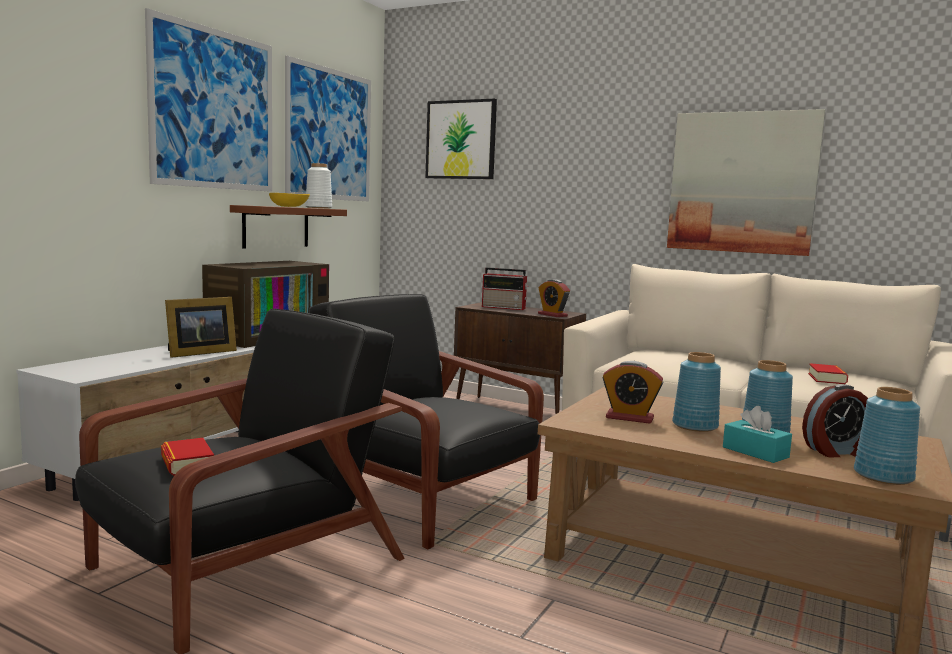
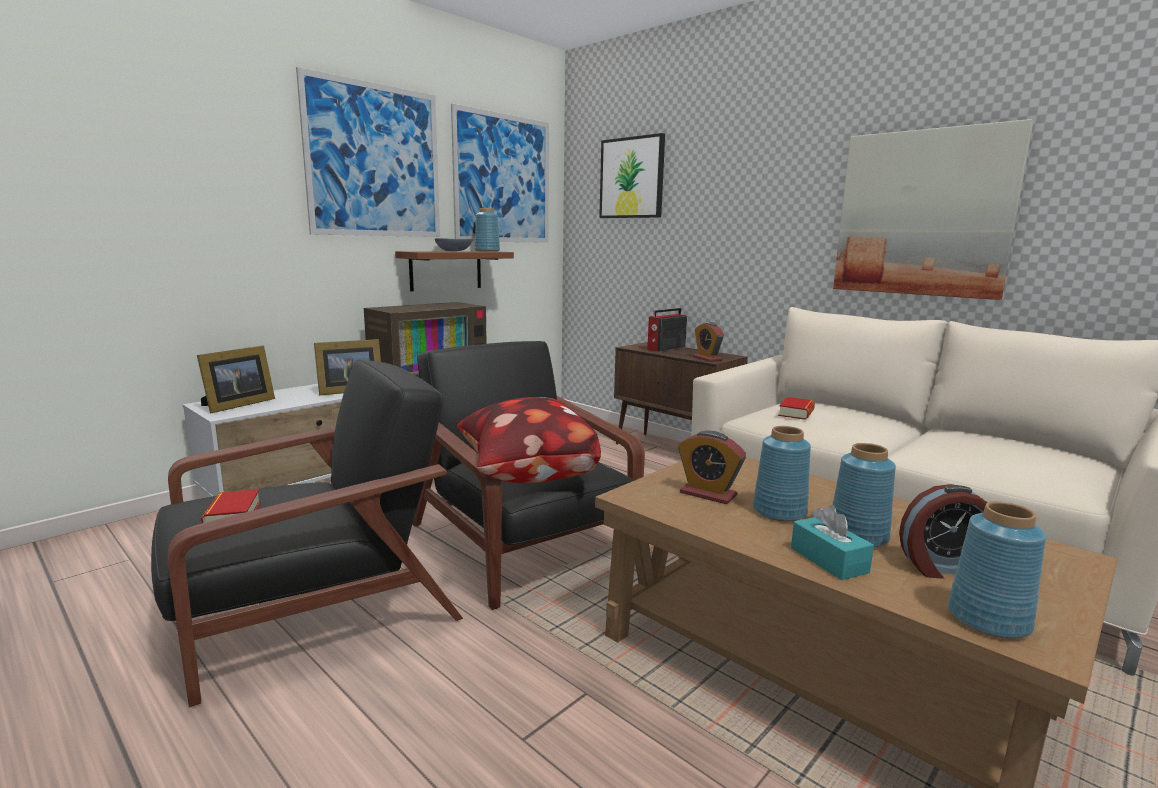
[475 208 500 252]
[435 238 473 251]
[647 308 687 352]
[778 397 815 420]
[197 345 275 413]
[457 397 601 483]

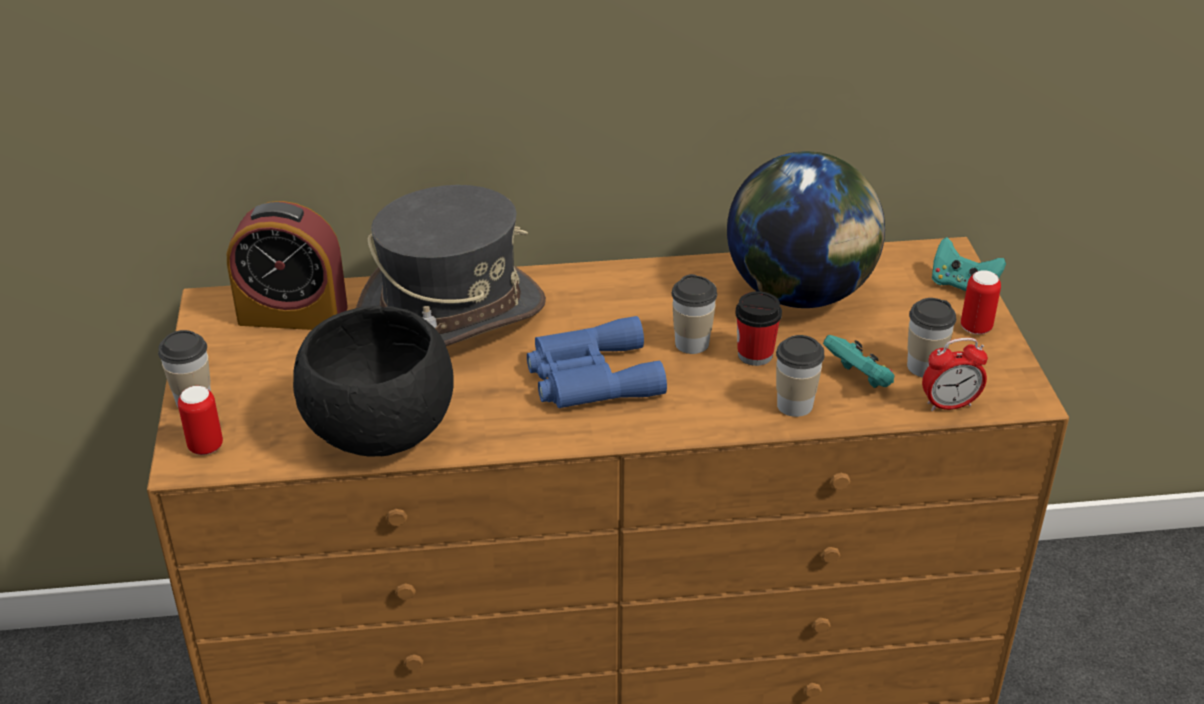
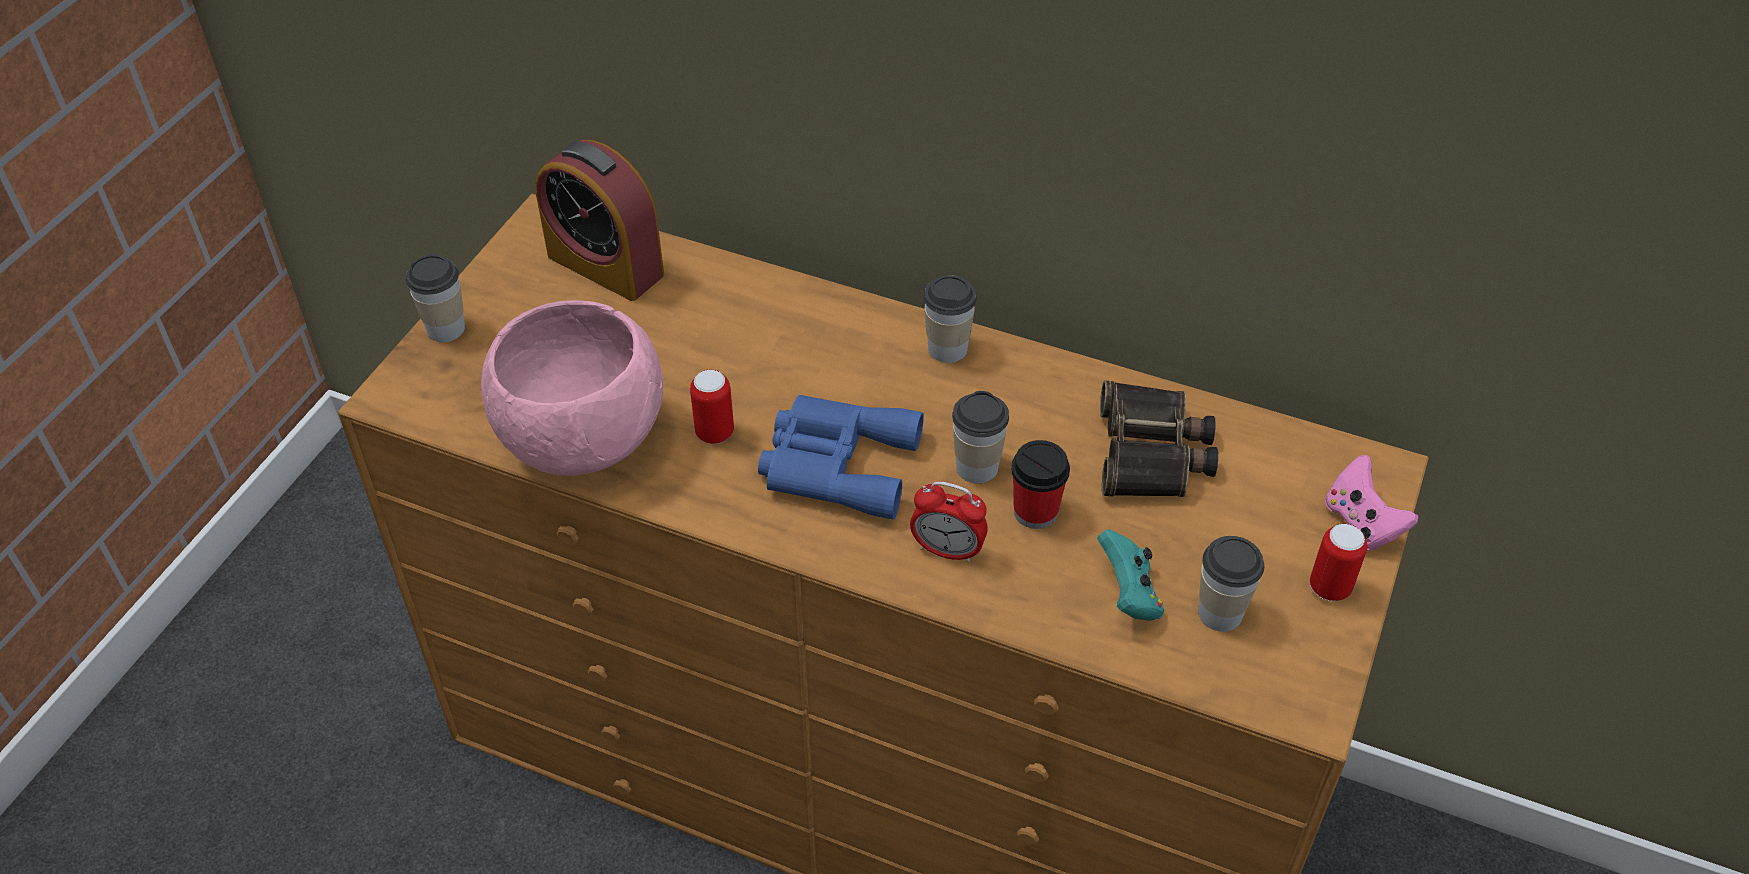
[1100 380 1218 497]
[356 185 546 346] (first image)
[1325 455 1419 551]
[481 300 663 476]
[924 275 977 363]
[910 481 988 563]
[690 370 734 444]

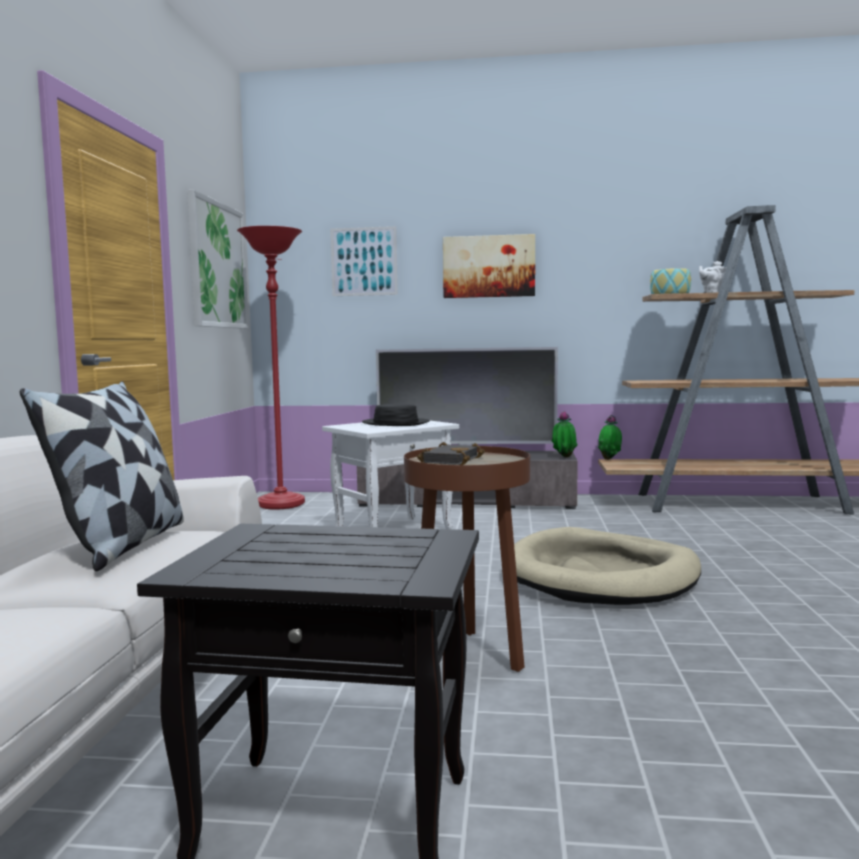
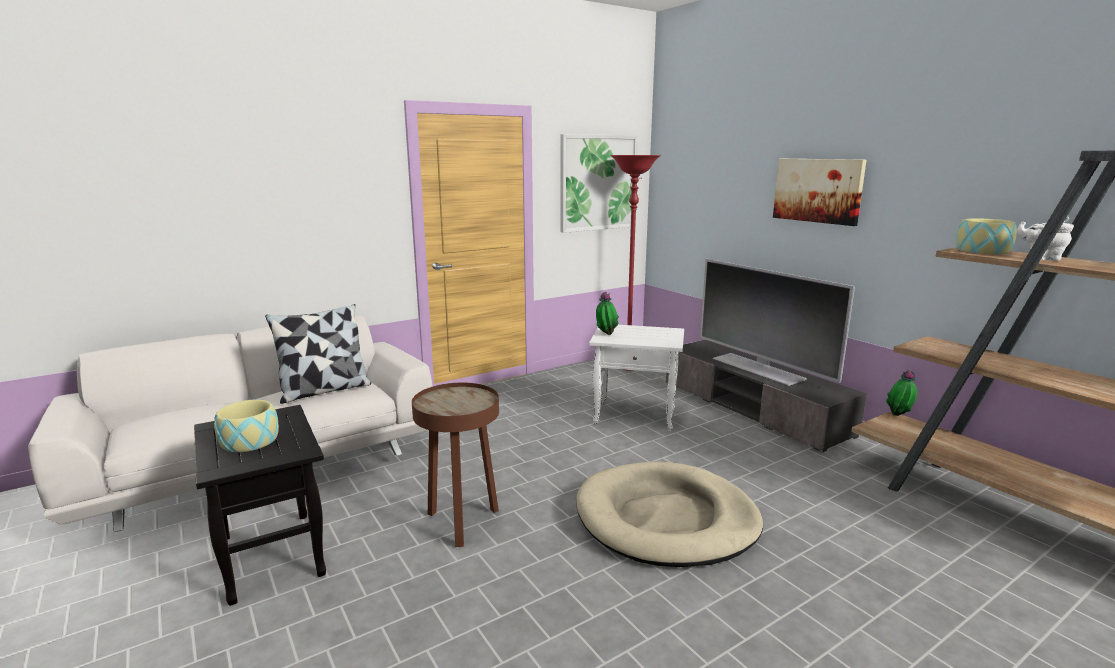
[330 226 398 296] (first image)
[362 404 430 426] (first image)
[596 292 619 335]
[417 442 485 465] (first image)
[214 400 279 452]

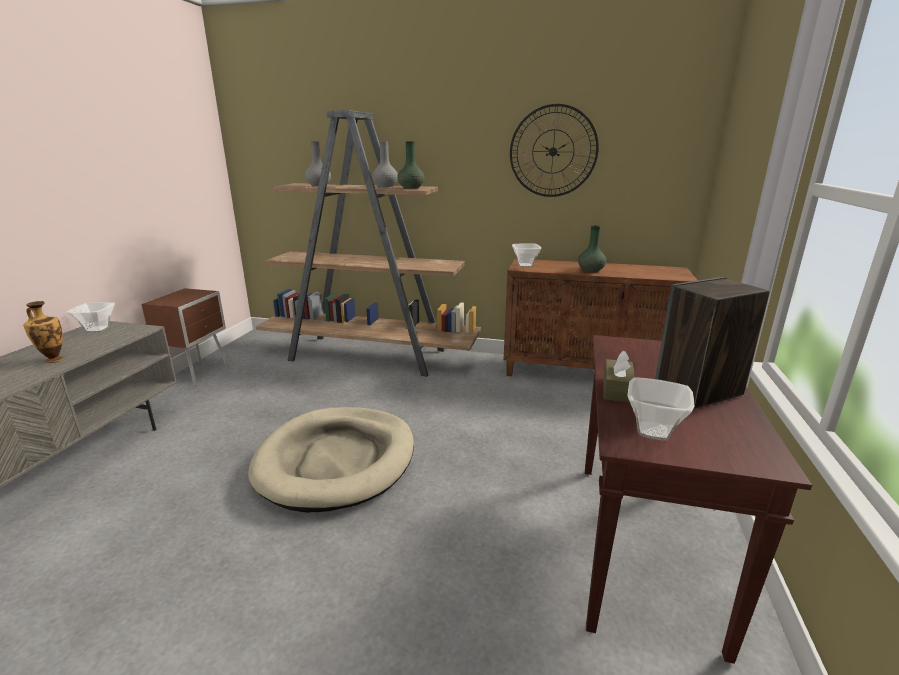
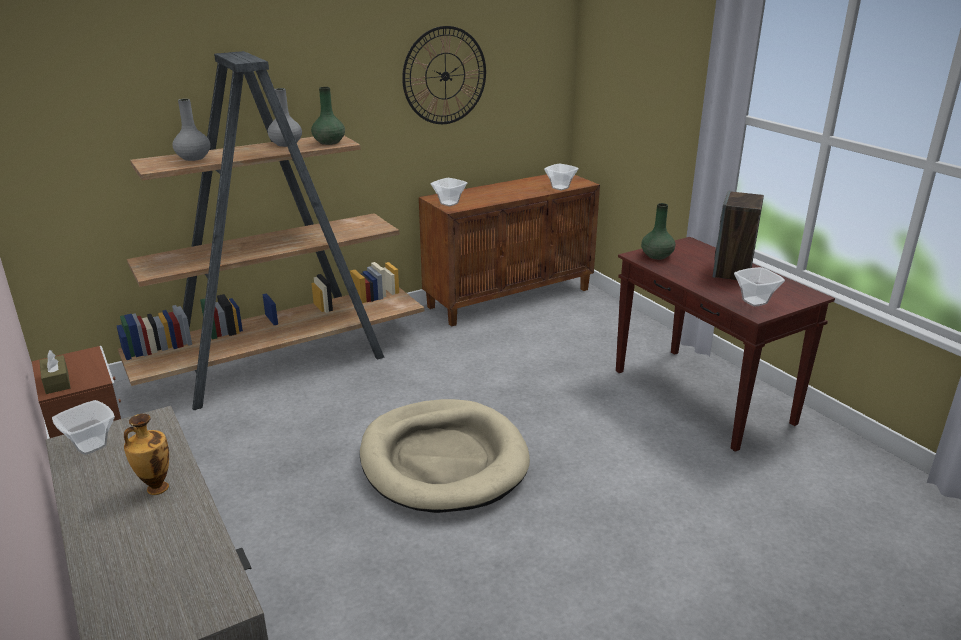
[641 203 675 260]
[39 350 71 394]
[544 164 579 190]

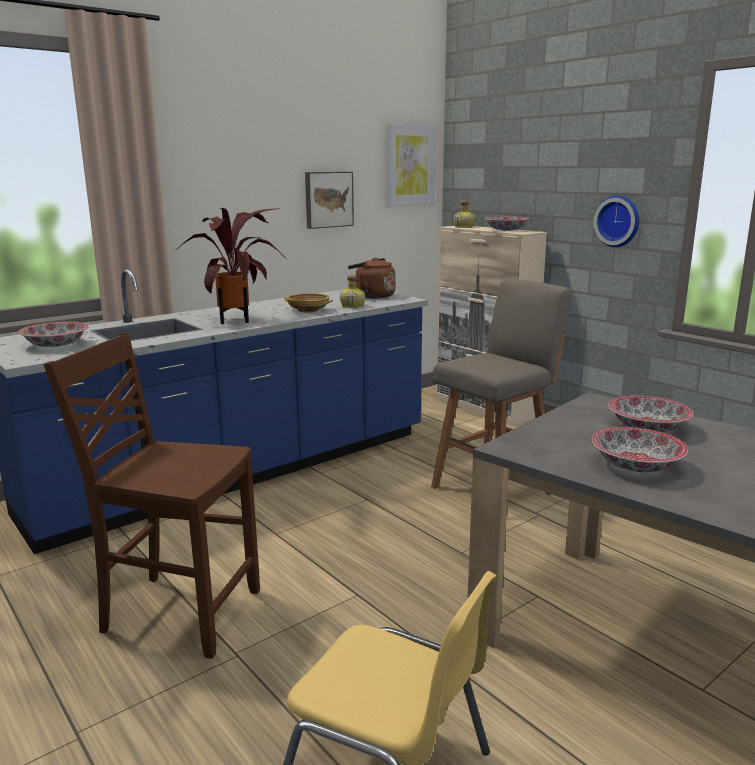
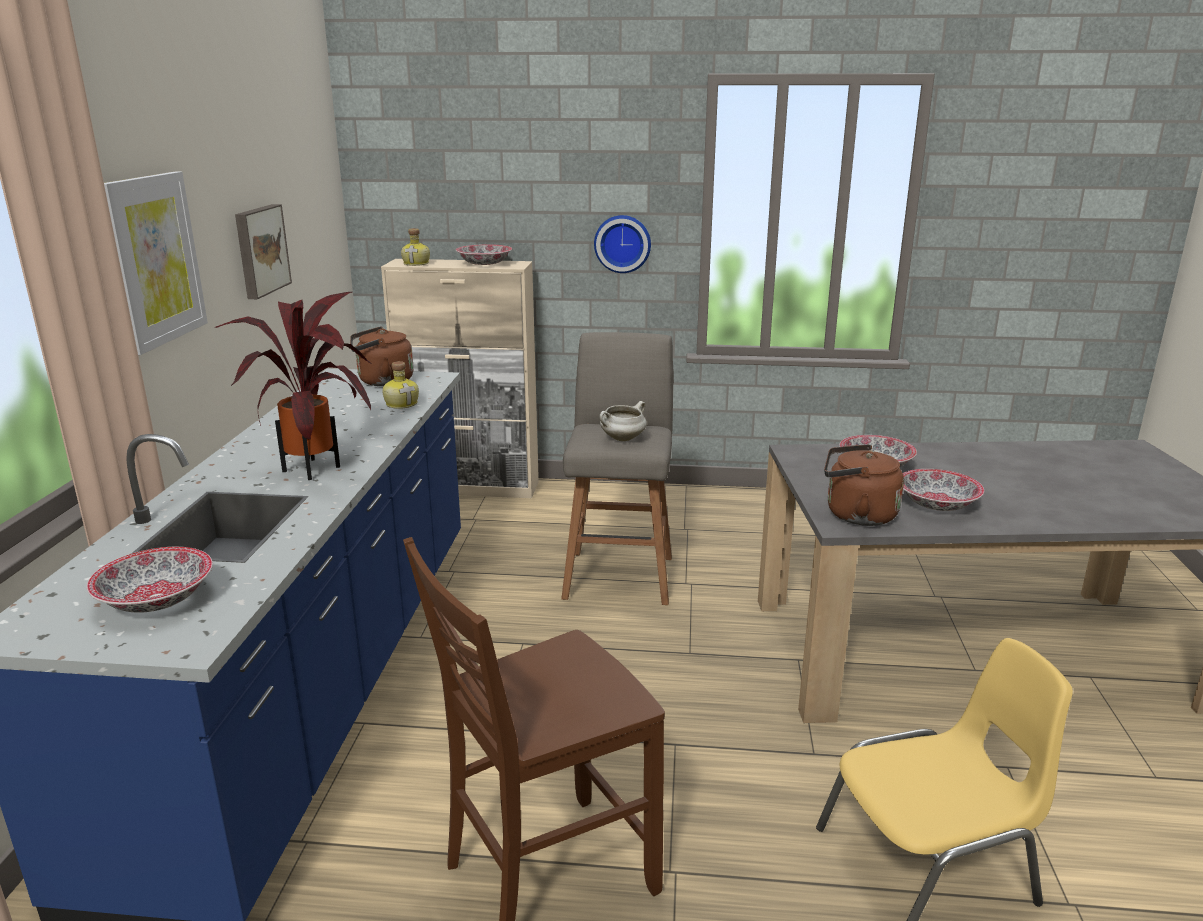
[104 171 208 355]
[284 293 333 313] (first image)
[600 401 647 441]
[824 444 904 526]

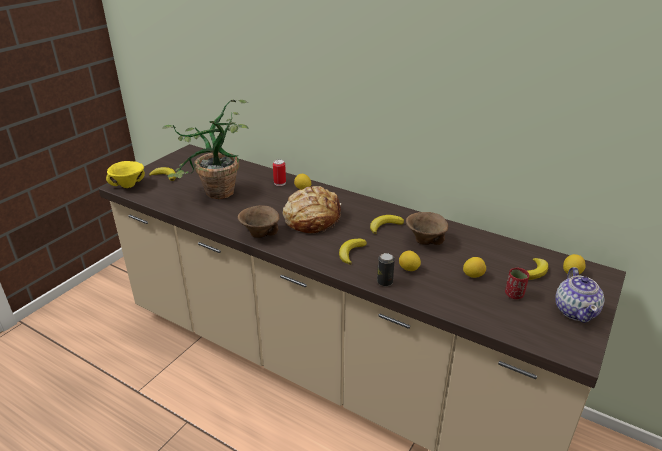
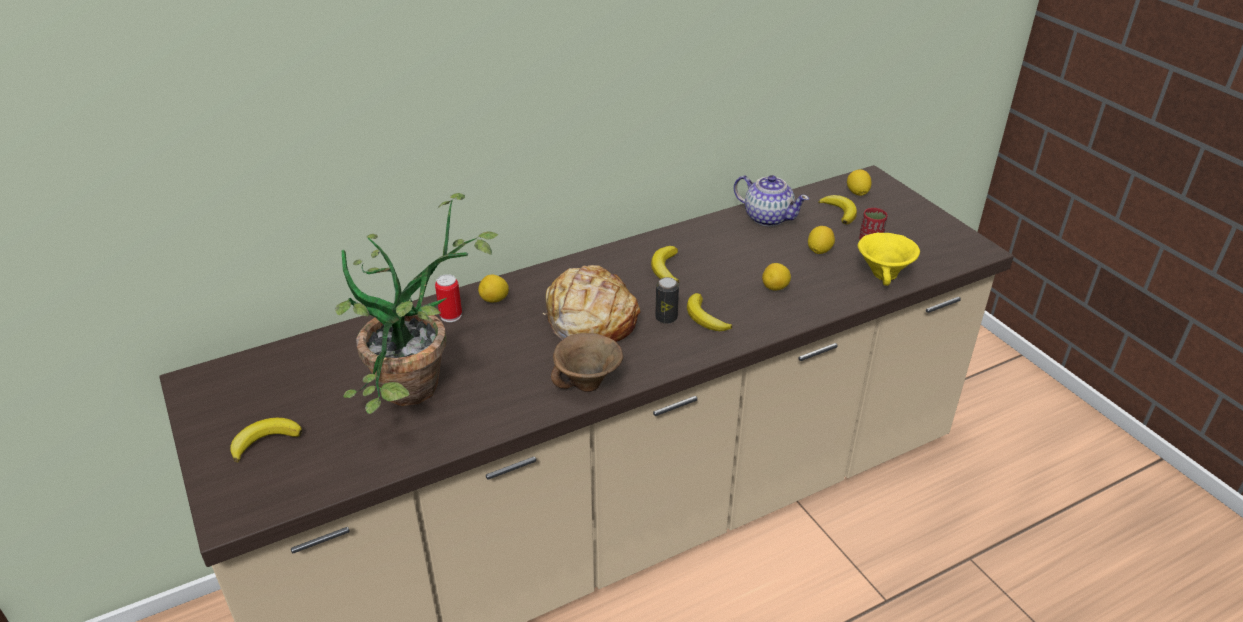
[858 233 920 286]
[406 212 448 245] (first image)
[655 277 679 324]
[734 175 809 227]

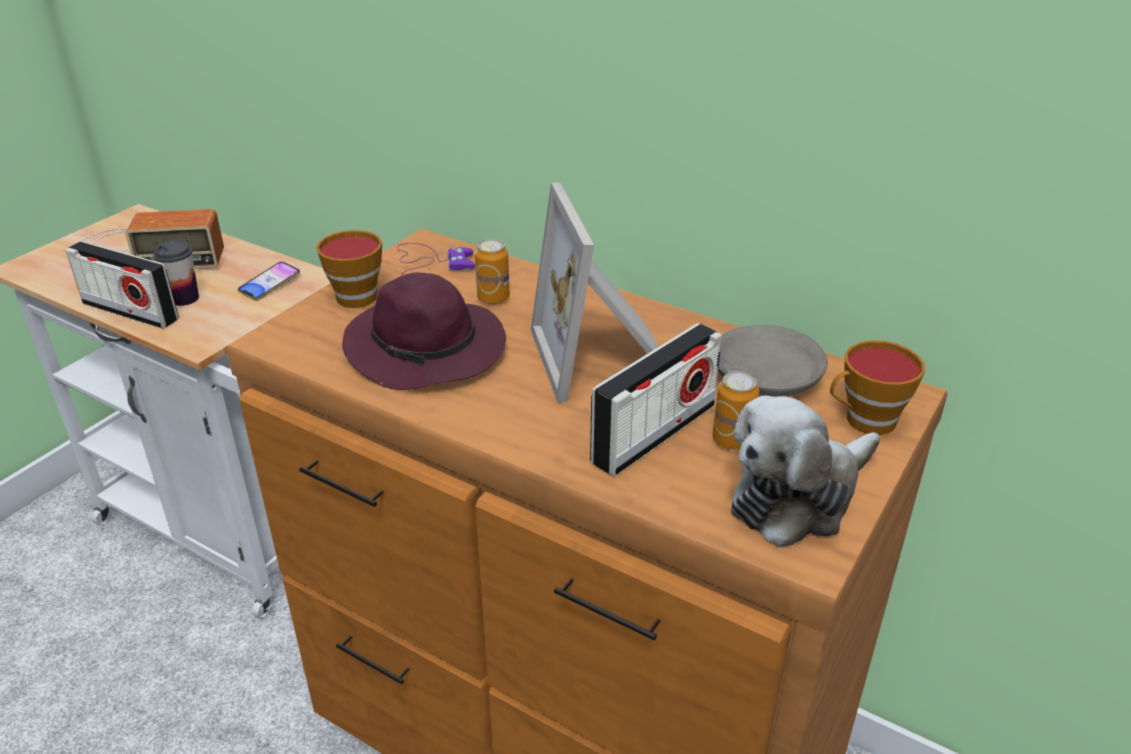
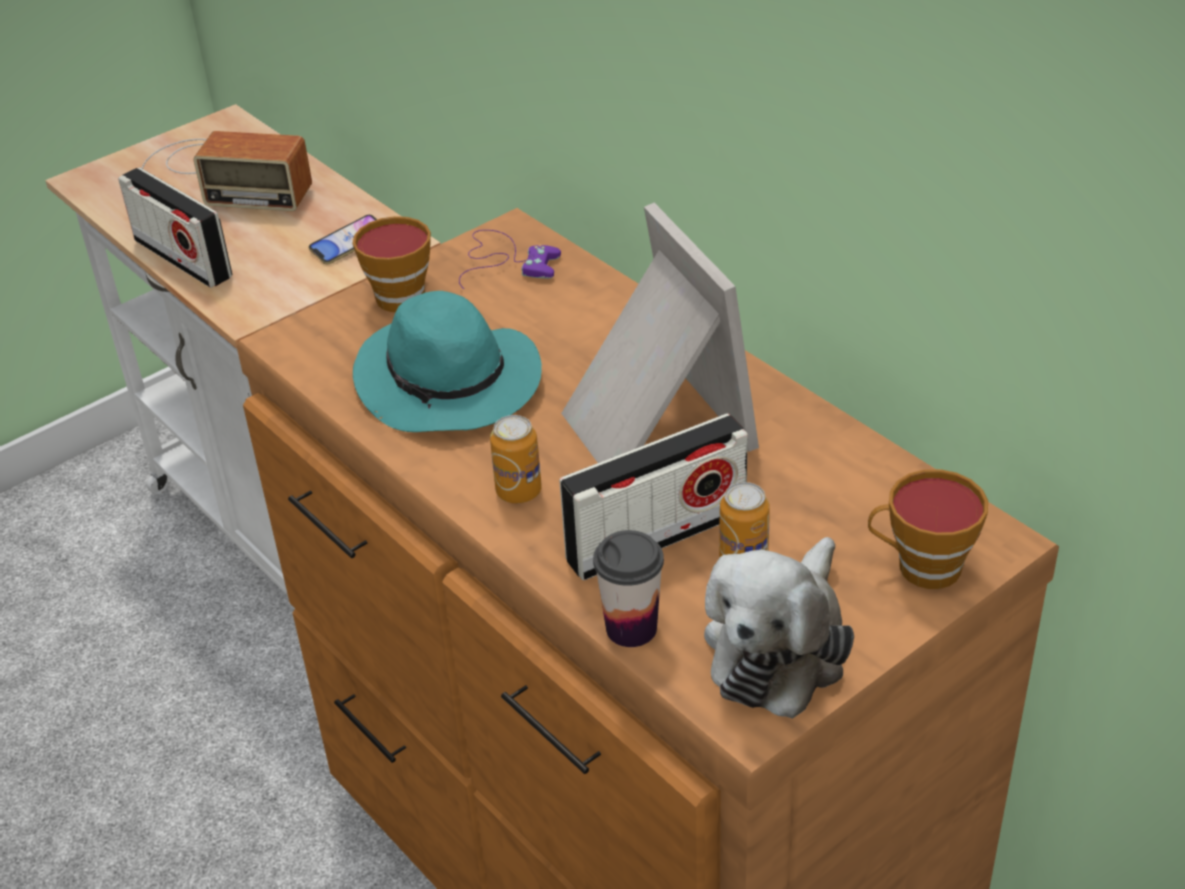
[561 203 759 463]
[490 415 542 503]
[593 530 664 647]
[353 291 542 432]
[718 325 828 397] (first image)
[704 537 854 719]

